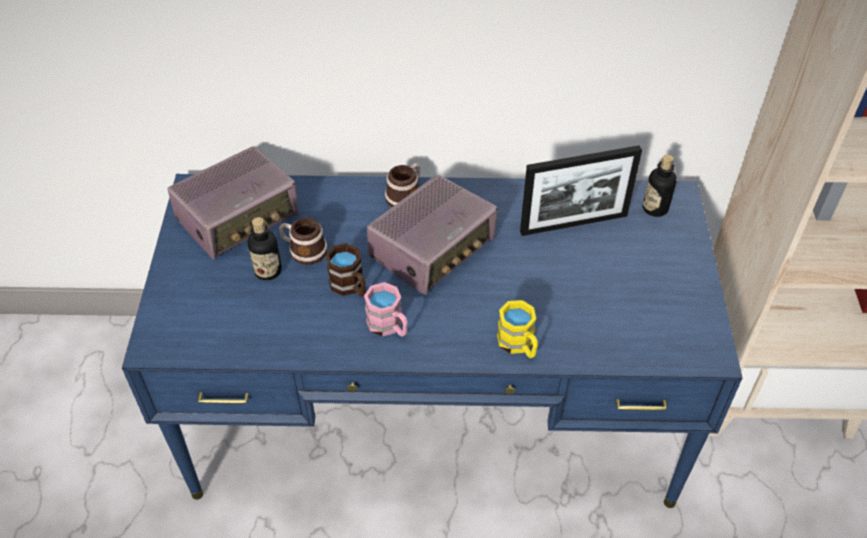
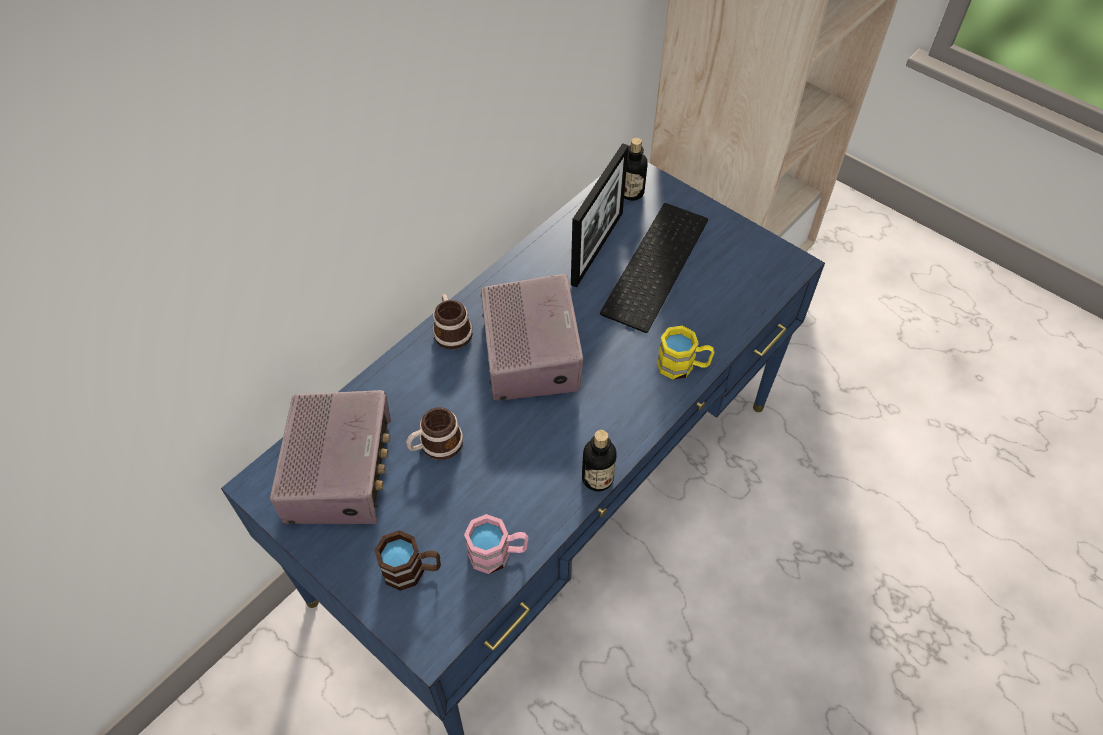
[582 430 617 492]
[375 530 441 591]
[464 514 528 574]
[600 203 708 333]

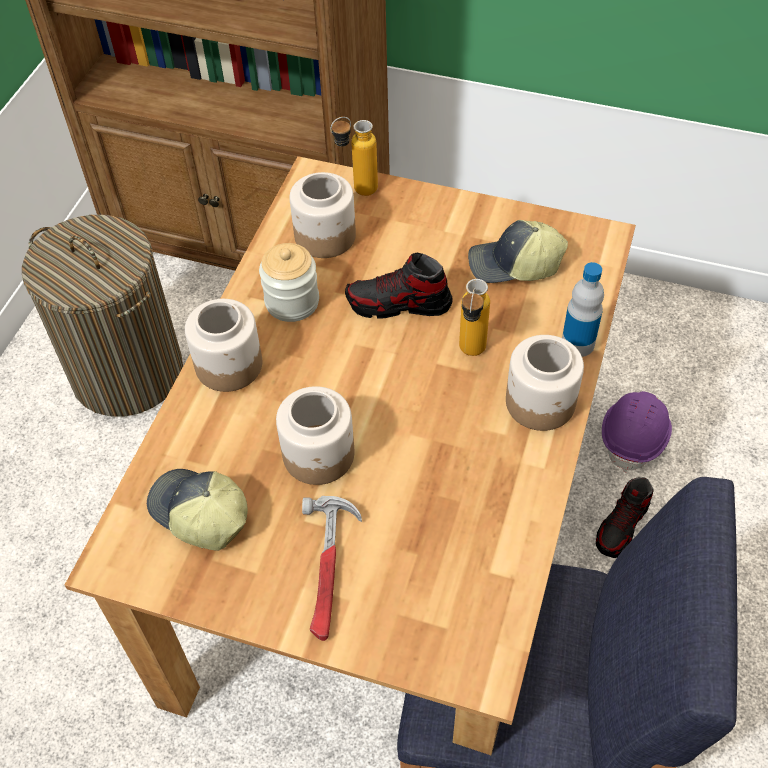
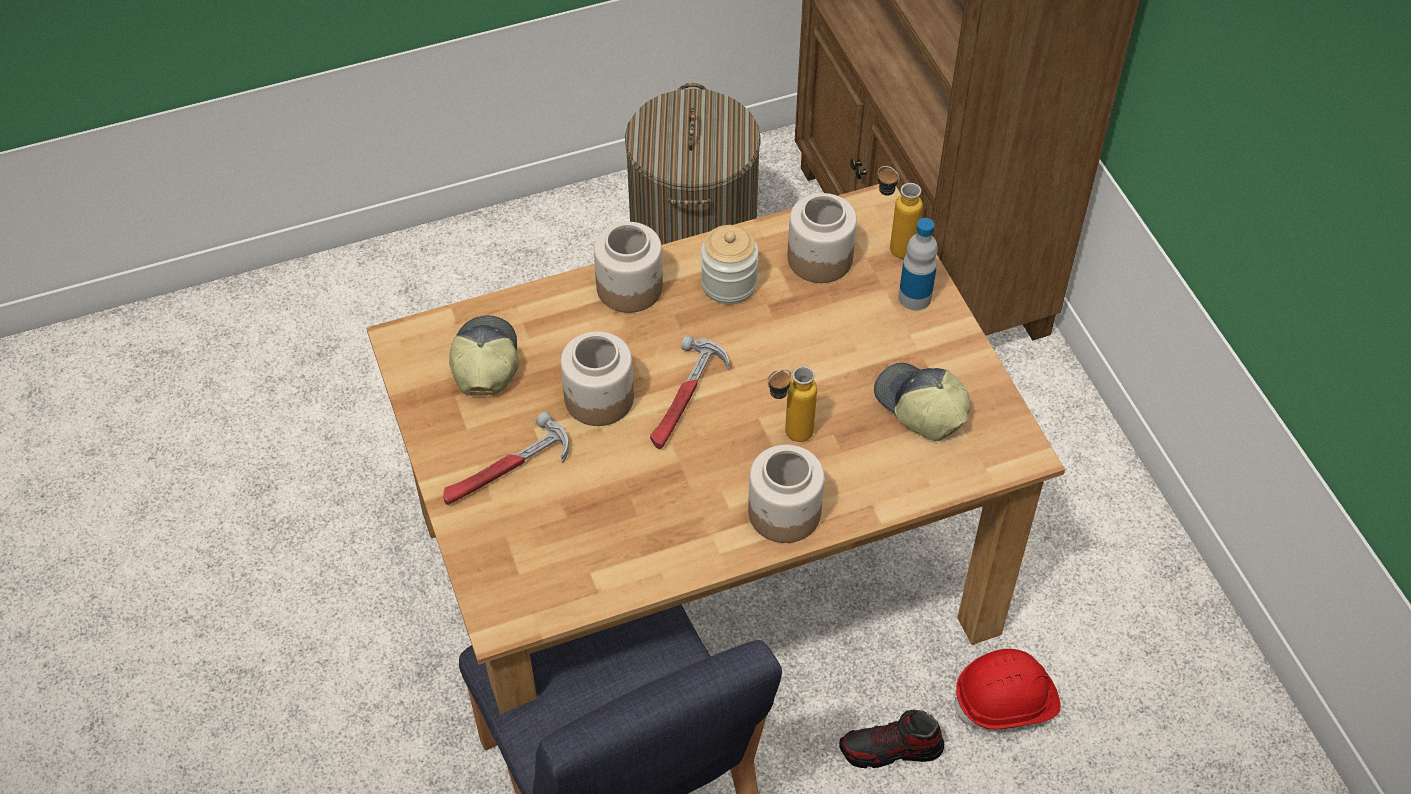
[345 253 453 319] (first image)
[898 218 938 310]
[954 649 1060 729]
[650 335 729 449]

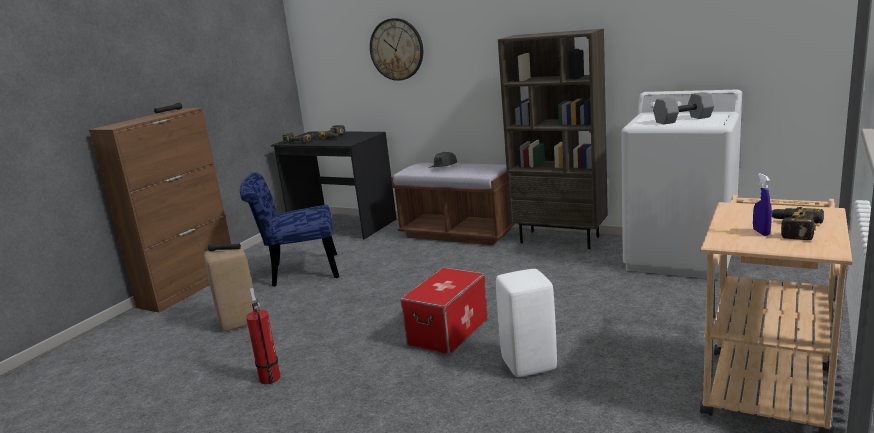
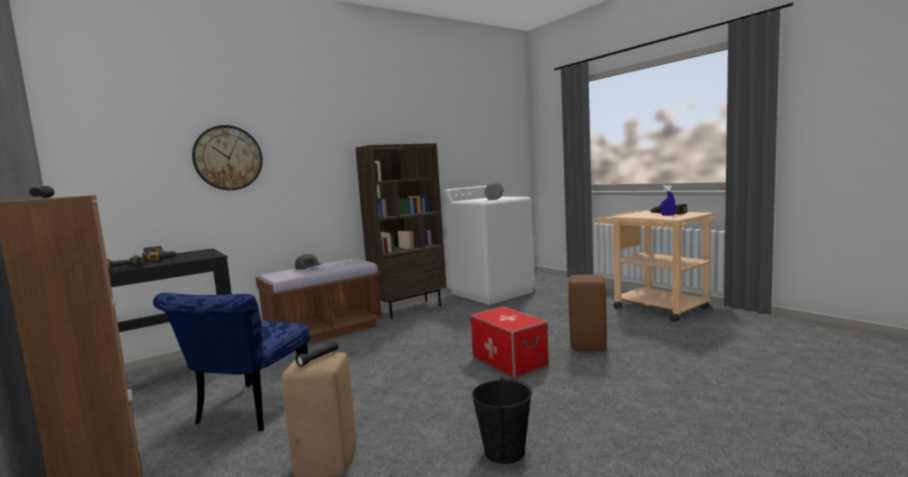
[568 275 607 351]
[472 377 532 464]

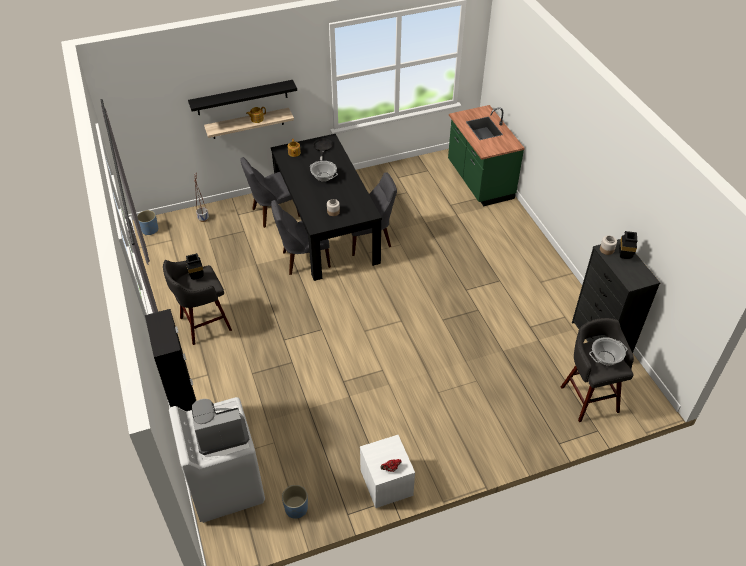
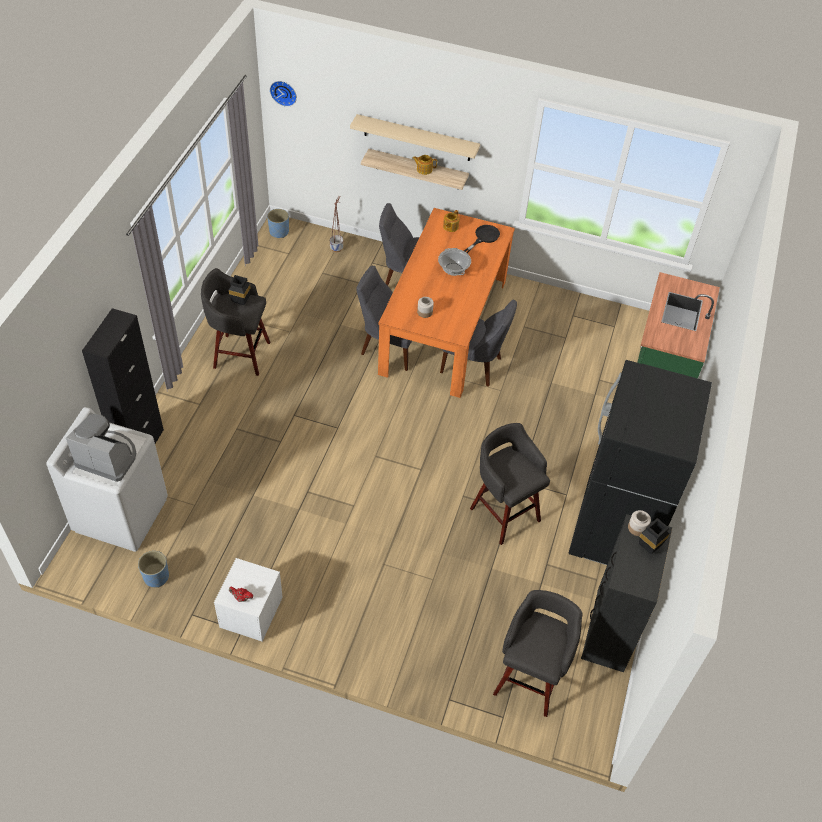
[350 114 480 161]
[378 208 515 398]
[589 337 627 365] (first image)
[270 81 297 107]
[569 360 712 565]
[470 423 550 545]

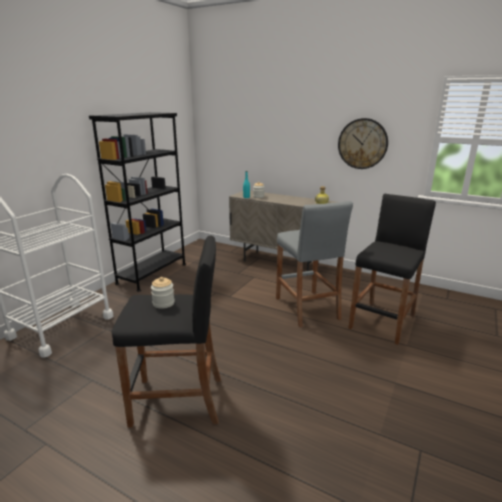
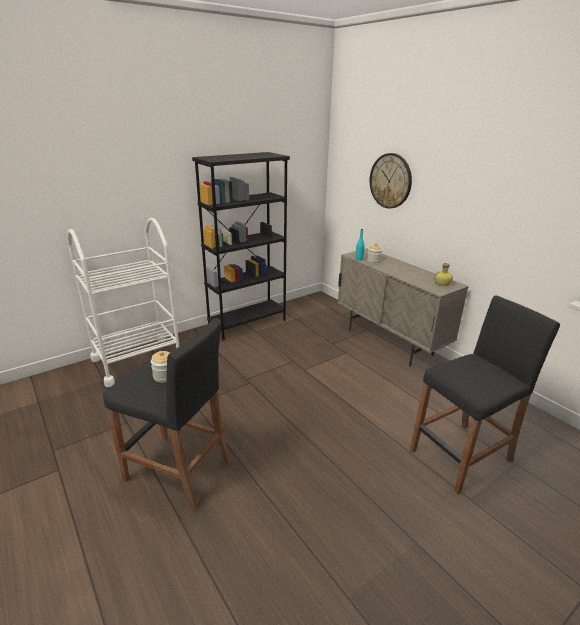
[370 153 412 209]
[276 201 353 327] (first image)

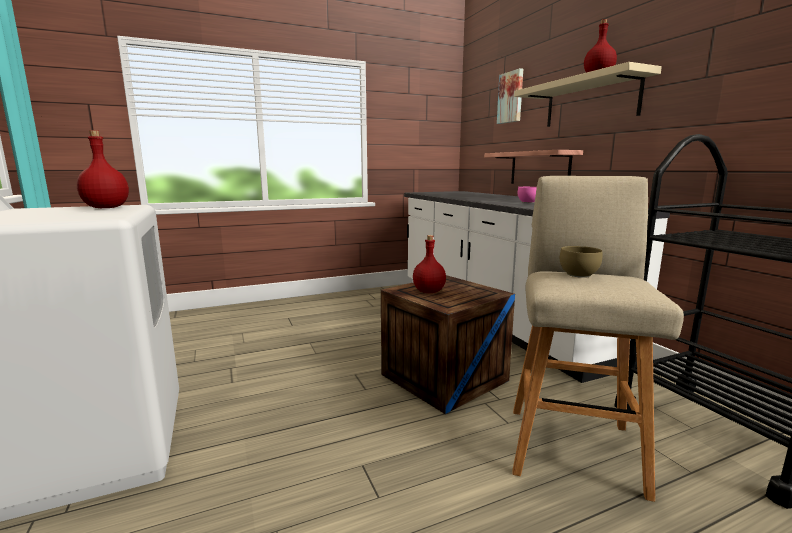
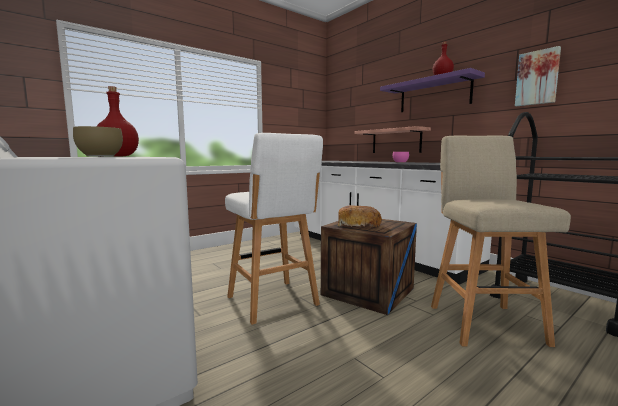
[380 68 485 112]
[515 46 561 106]
[337 205 382 229]
[73 126 123 157]
[225 133 323 325]

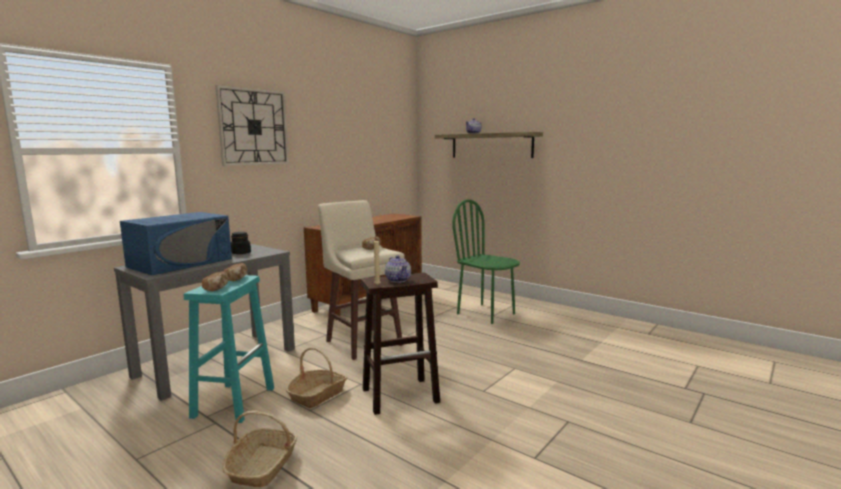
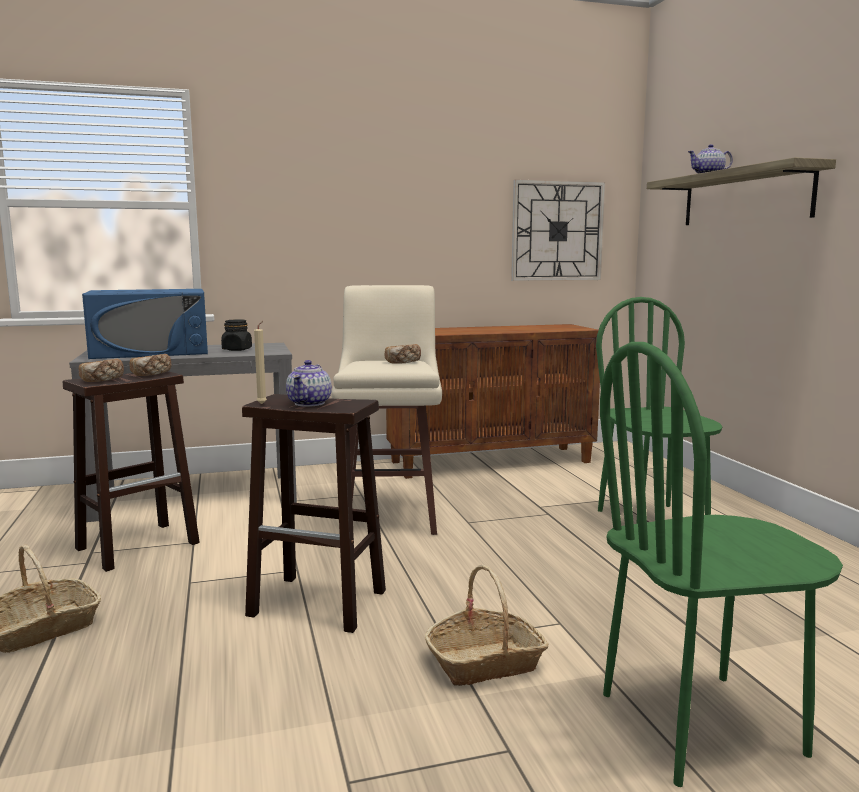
[511 179 605 281]
[63 371 200 572]
[425 565 549 686]
[600 342 843 787]

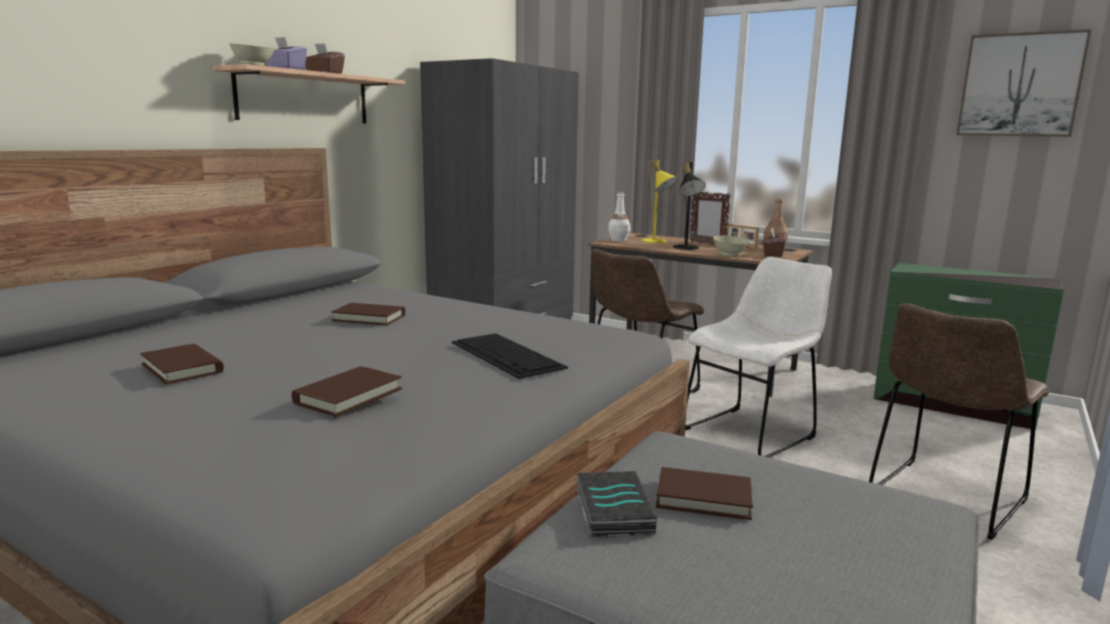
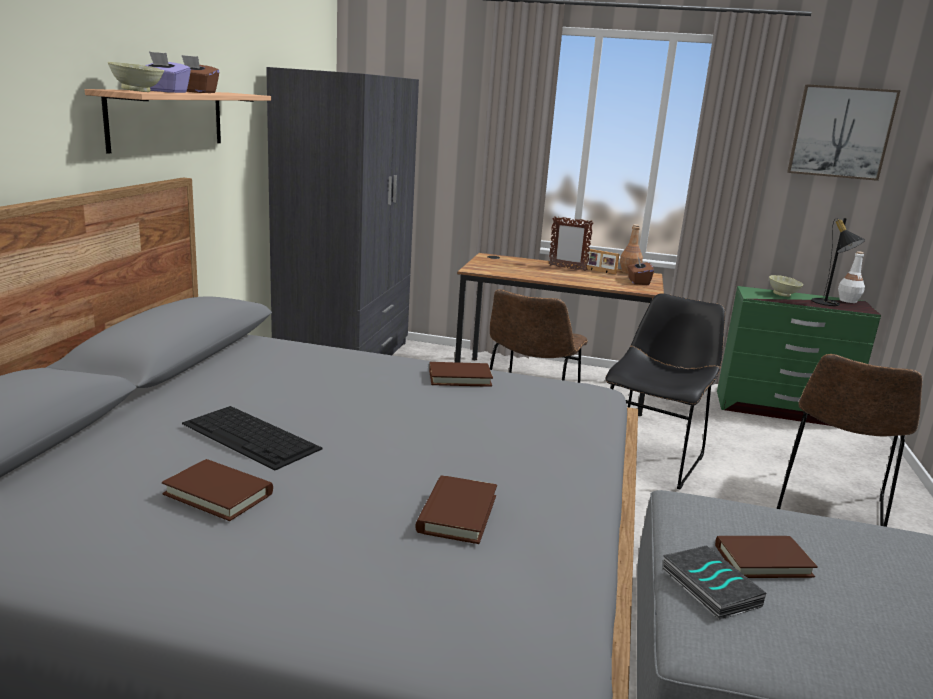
[642 160 678 243] (first image)
[811 218 865 306]
[838 251 865 303]
[769 275 803 297]
[605 293 725 490]
[429 362 493 387]
[182 406 323 470]

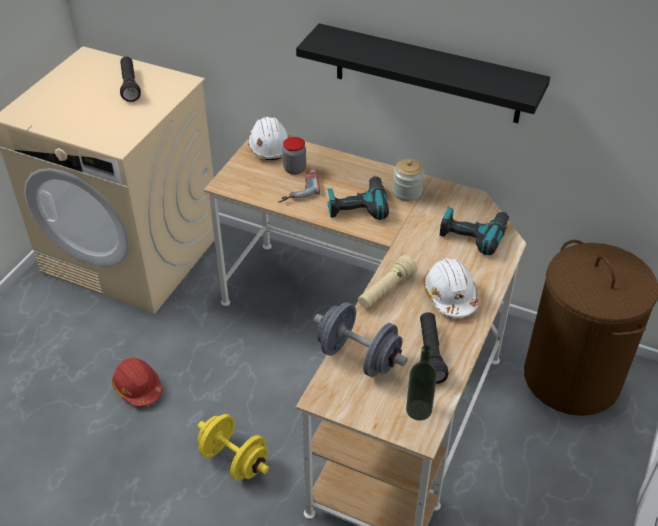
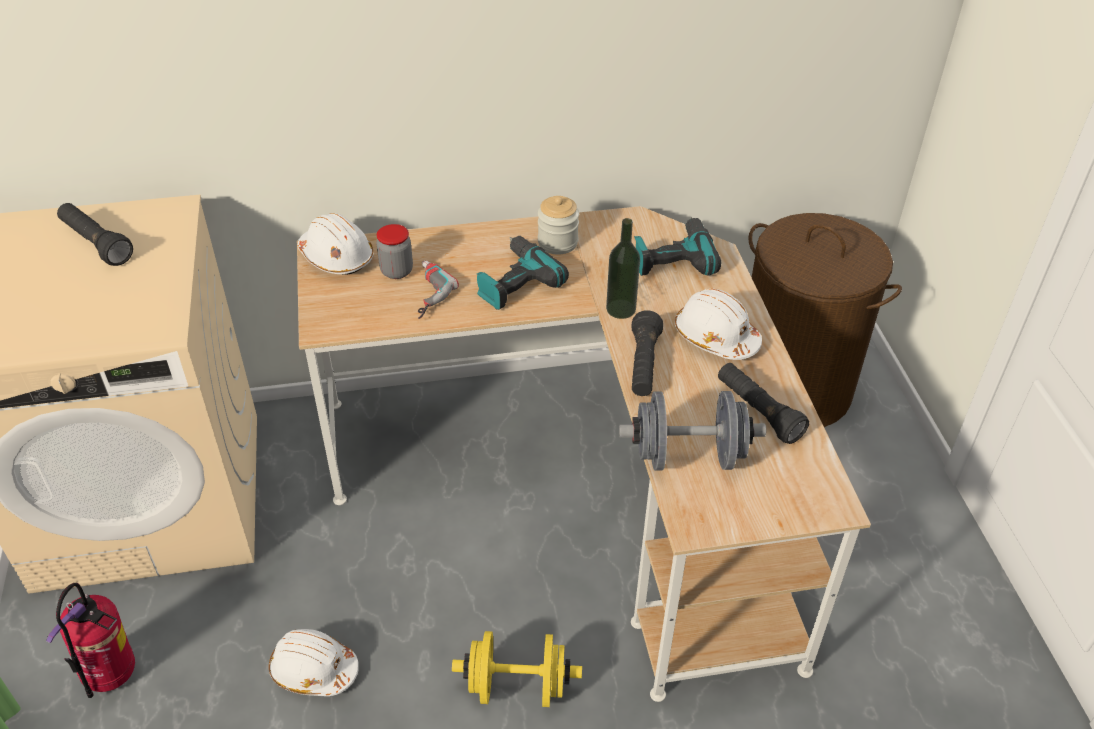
[296 23 550 123] (first image)
[631 310 663 396]
[606 218 640 319]
[269 629 359 696]
[46 583 135 698]

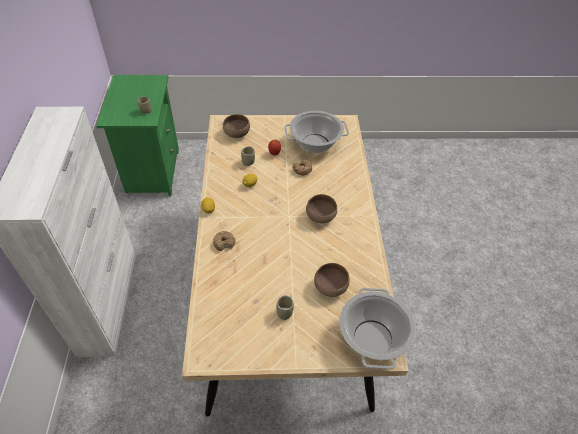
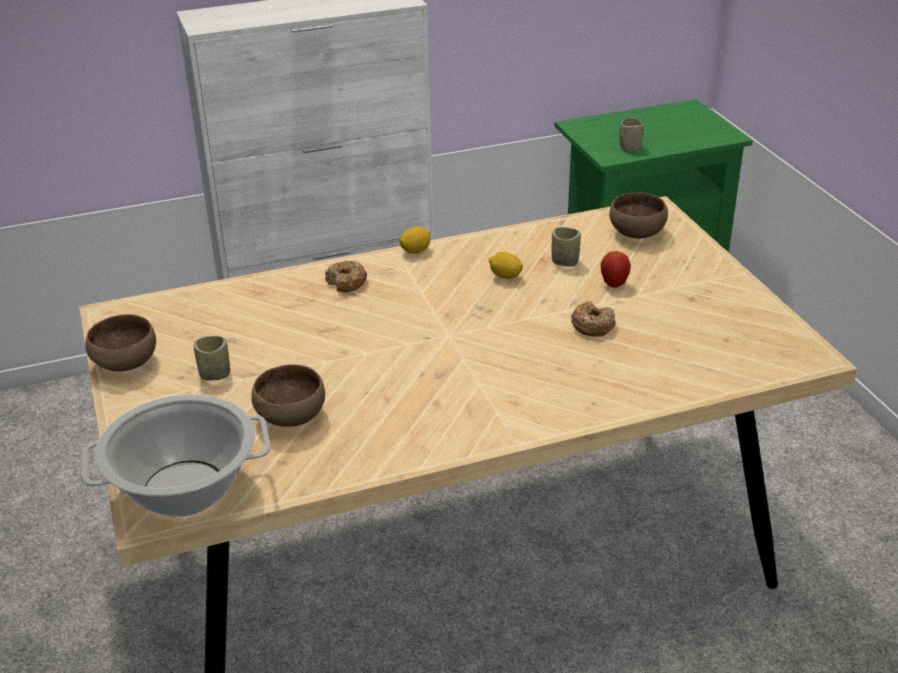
[284 111 349 153] (first image)
[85 314 156 371]

